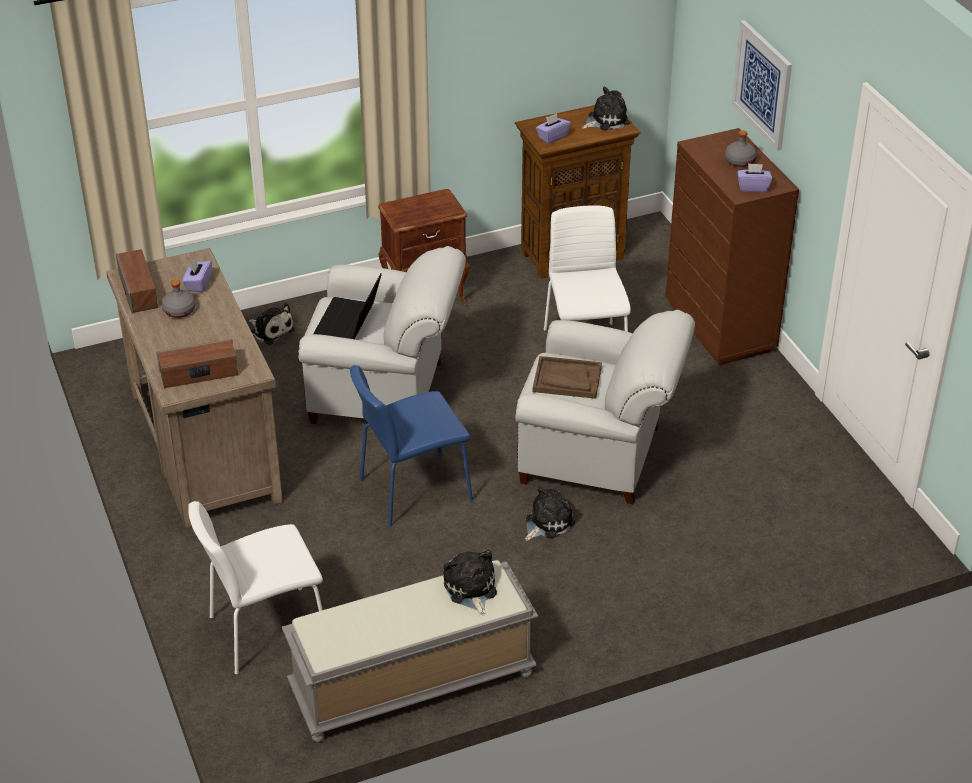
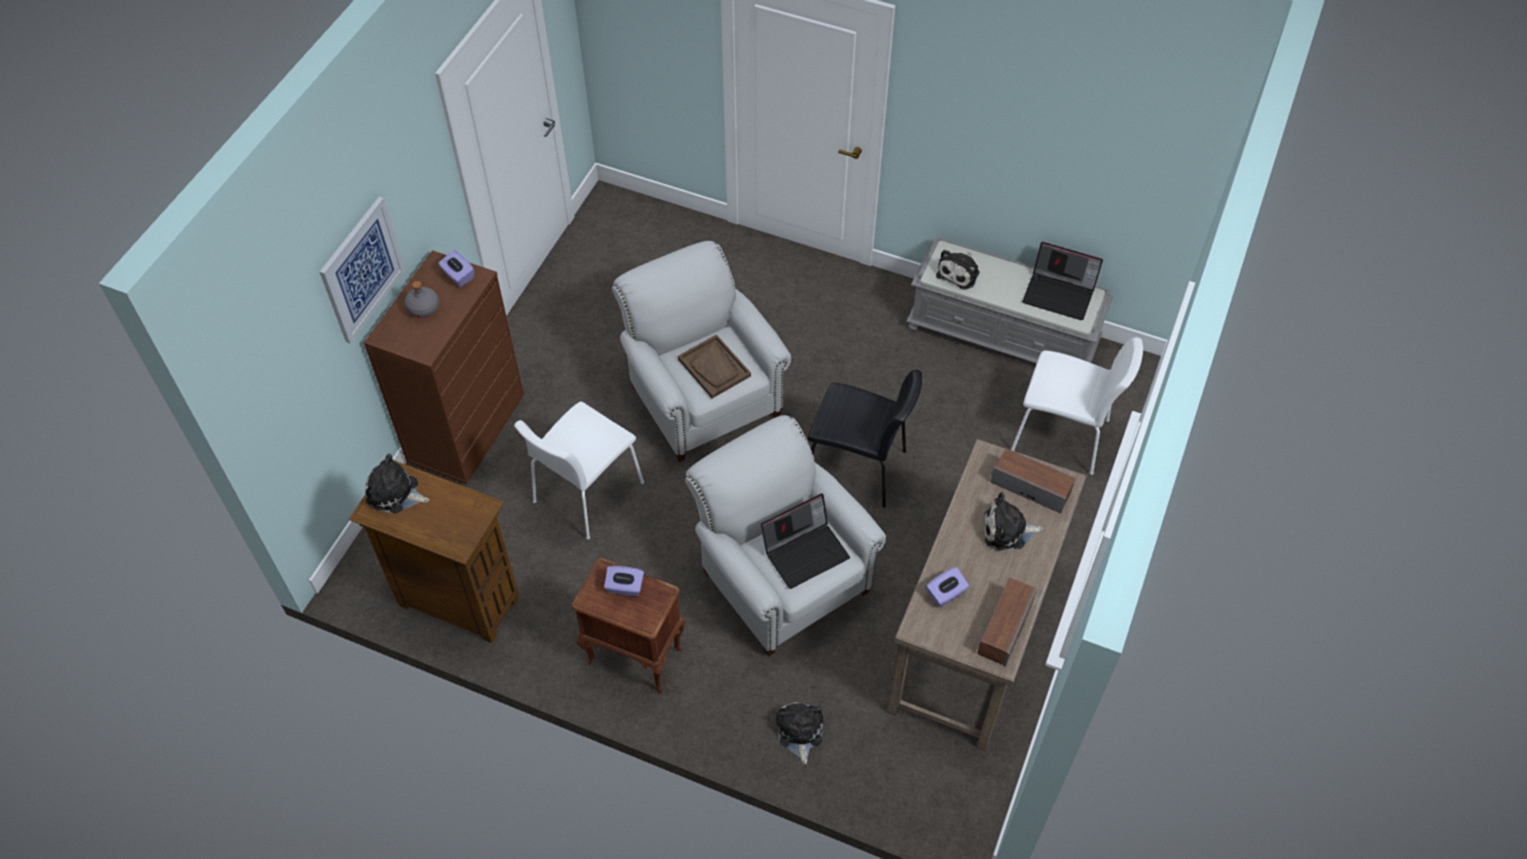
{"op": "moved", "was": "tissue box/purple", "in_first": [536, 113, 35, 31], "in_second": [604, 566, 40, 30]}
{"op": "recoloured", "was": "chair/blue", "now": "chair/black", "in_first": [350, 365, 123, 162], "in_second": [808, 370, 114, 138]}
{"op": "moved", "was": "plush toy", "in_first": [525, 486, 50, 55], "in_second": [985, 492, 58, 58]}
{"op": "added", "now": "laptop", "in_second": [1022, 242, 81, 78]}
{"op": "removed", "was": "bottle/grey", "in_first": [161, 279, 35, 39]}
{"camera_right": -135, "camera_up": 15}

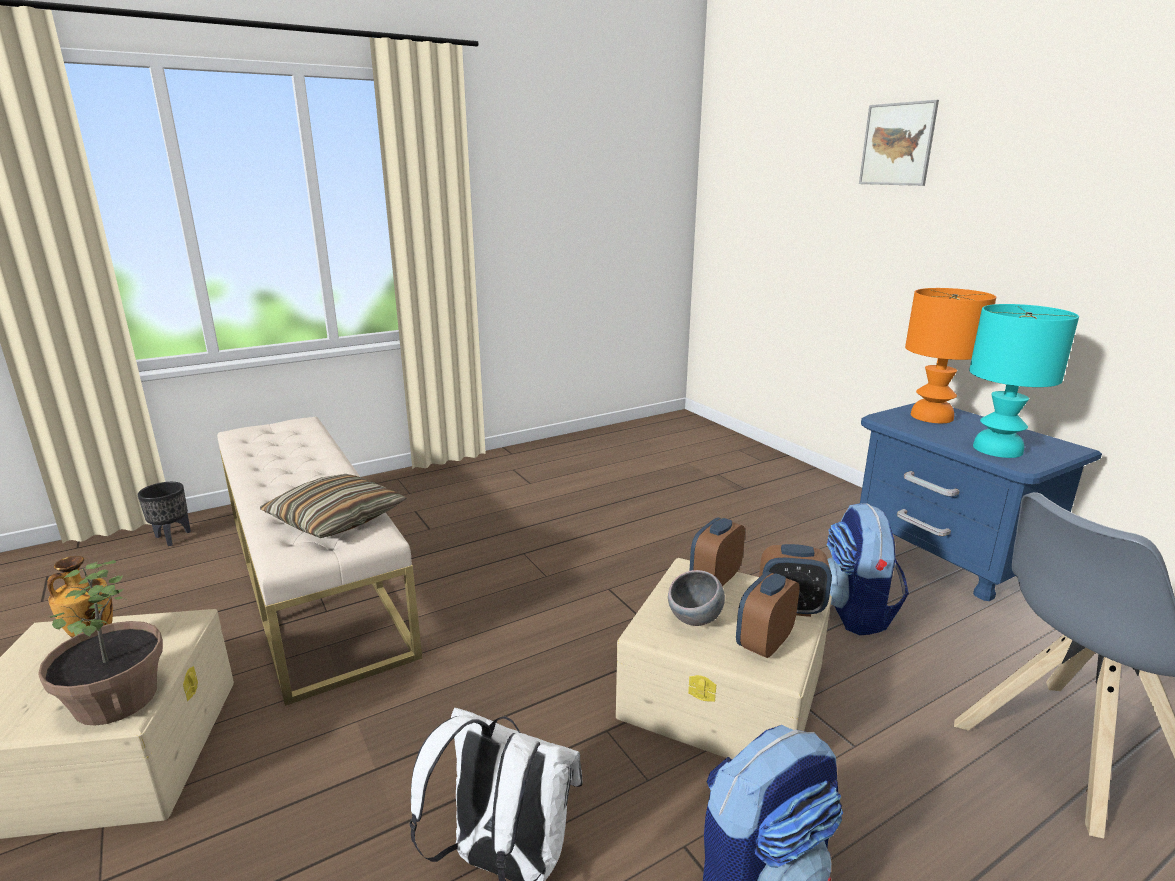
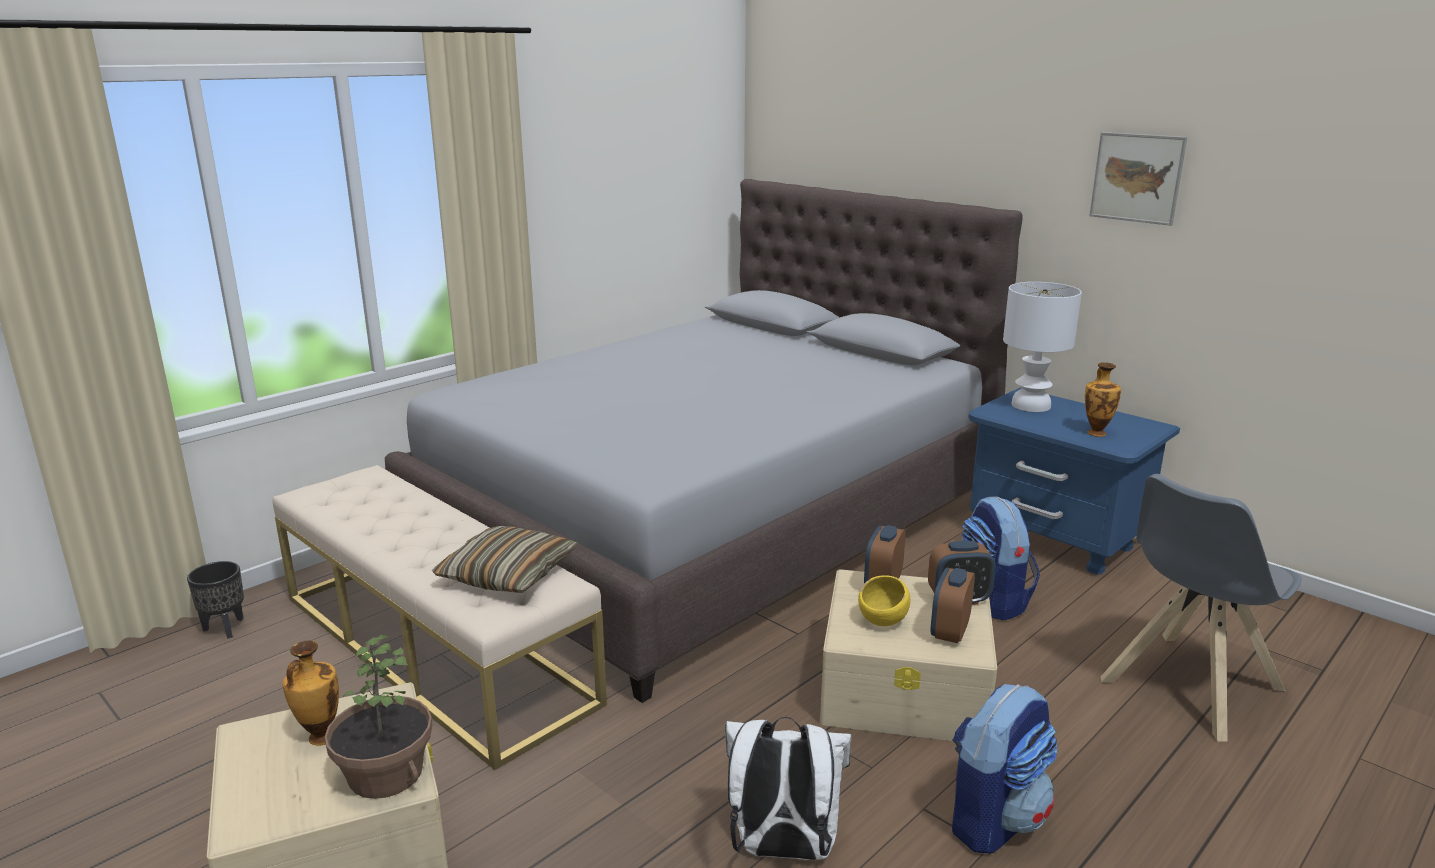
{"op": "added", "now": "bed/grey", "in_second": [385, 179, 638, 524]}
{"op": "recoloured", "was": "bowl/grey", "now": "bowl/yellow", "in_first": [668, 570, 57, 56], "in_second": [858, 575, 52, 51]}
{"op": "recoloured", "was": "table lamp/orange", "now": "table lamp/white", "in_first": [905, 288, 91, 135], "in_second": [1003, 282, 79, 130]}
{"op": "replaced", "was": "table lamp/turquoise", "now": "vase", "in_first": [969, 304, 110, 154], "in_second": [1085, 362, 36, 75]}
{"op": "moved", "was": "picture", "in_first": [859, 100, 80, 86], "in_second": [1090, 132, 97, 94]}
{"camera_right": -15, "camera_up": 0}

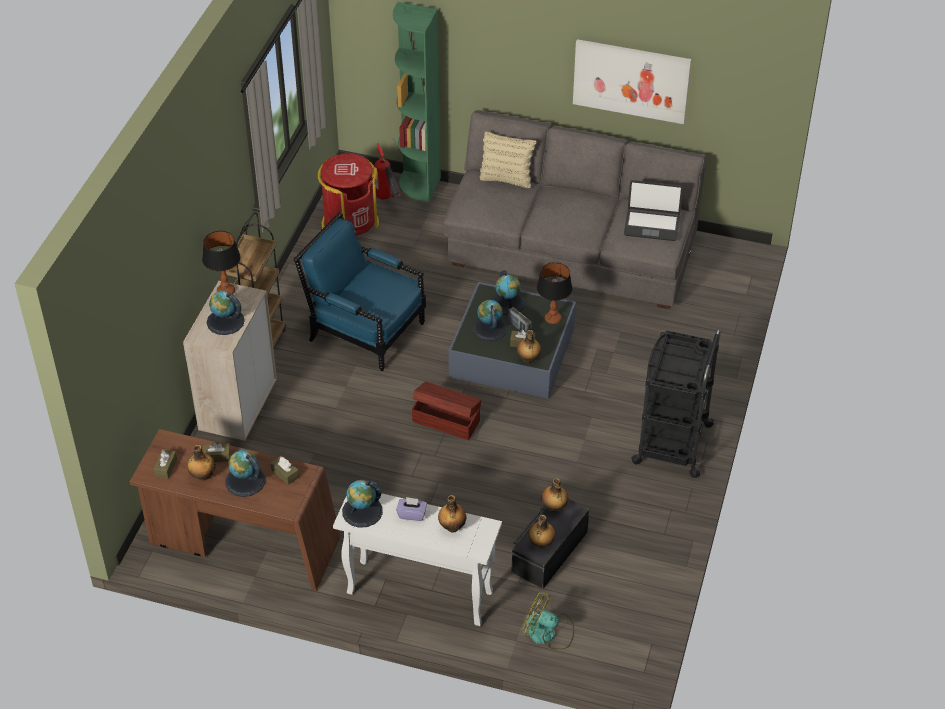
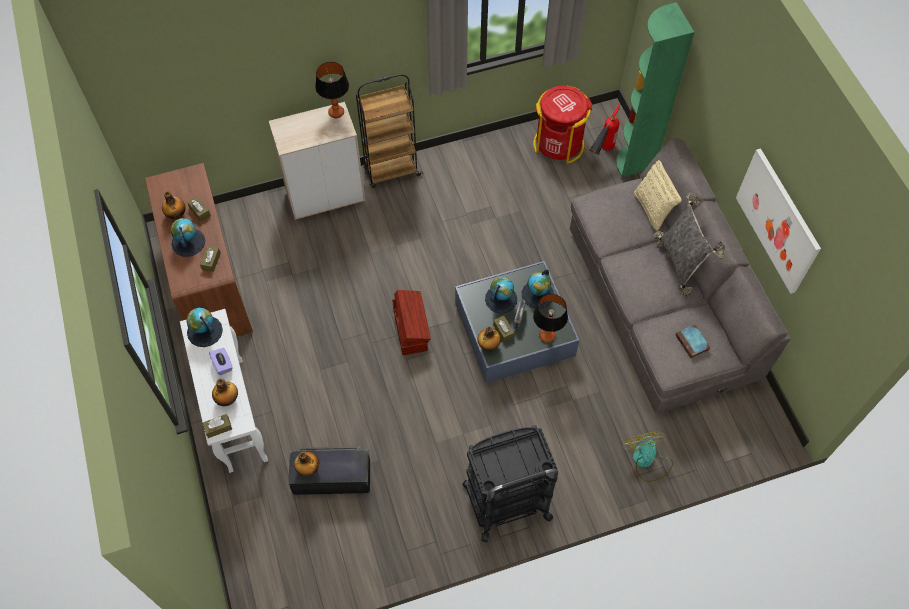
{"op": "moved", "was": "tissue box/brown", "in_first": [154, 449, 23, 30], "in_second": [202, 414, 30, 24]}
{"op": "moved", "was": "fan", "in_first": [521, 591, 53, 59], "in_second": [623, 431, 50, 51]}
{"op": "added", "now": "pillow", "in_second": [653, 193, 72, 104]}
{"op": "replaced", "was": "laptop", "now": "book", "in_first": [624, 180, 59, 61], "in_second": [676, 324, 35, 34]}
{"op": "removed", "was": "globe", "in_first": [207, 290, 38, 45]}
{"op": "removed", "was": "armchair/blue", "in_first": [294, 212, 132, 159]}
{"op": "removed", "was": "bottle", "in_first": [542, 478, 26, 34]}
{"camera_right": 55, "camera_up": 15}

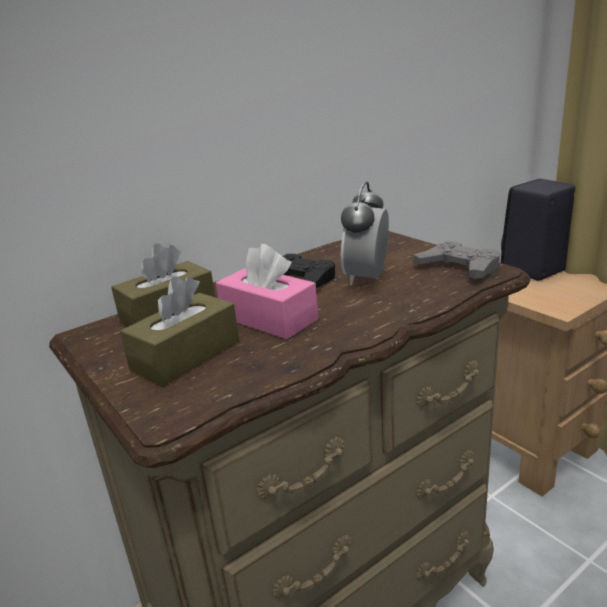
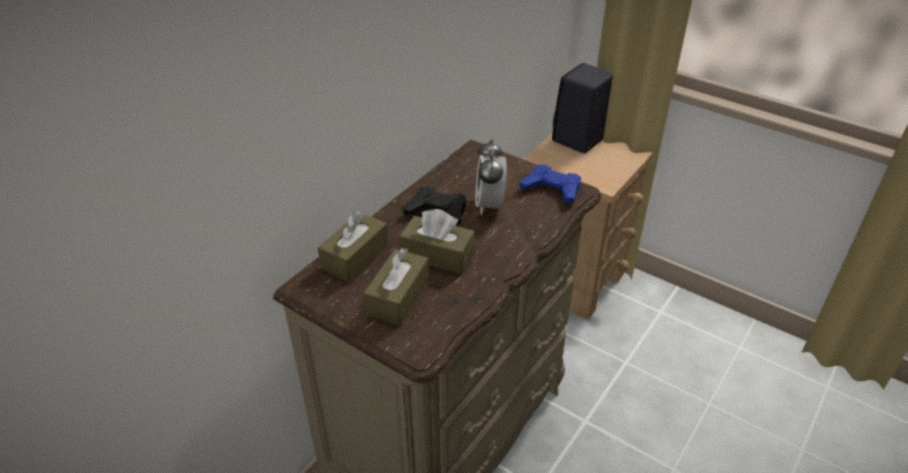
{"op": "recoloured", "was": "tissue box/pink", "now": "tissue box/brown", "in_first": [216, 244, 102, 95], "in_second": [399, 209, 76, 65]}
{"op": "recoloured", "was": "game controller/grey", "now": "game controller/blue", "in_first": [413, 241, 87, 38], "in_second": [519, 165, 62, 39]}
{"camera_right": -20, "camera_up": 15}

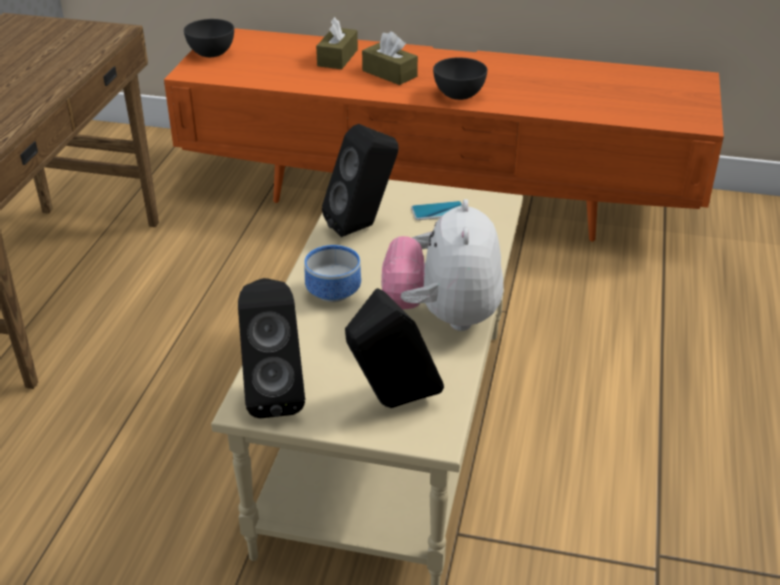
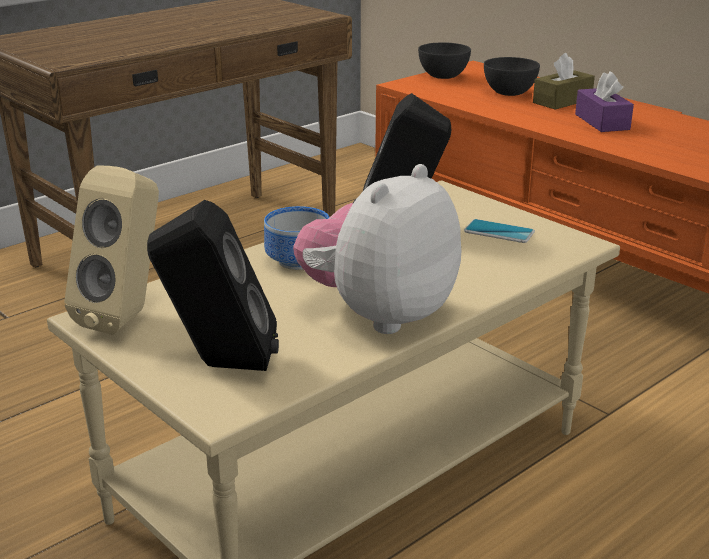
{"op": "recoloured", "was": "speaker/black", "now": "speaker/beige", "in_first": [238, 278, 67, 140], "in_second": [65, 165, 94, 170]}
{"op": "moved", "was": "bowl/grey", "in_first": [433, 58, 54, 42], "in_second": [484, 57, 56, 39]}
{"op": "recoloured", "was": "tissue box/brown", "now": "tissue box/purple", "in_first": [362, 31, 56, 54], "in_second": [575, 71, 59, 61]}
{"camera_right": 35, "camera_up": -10}

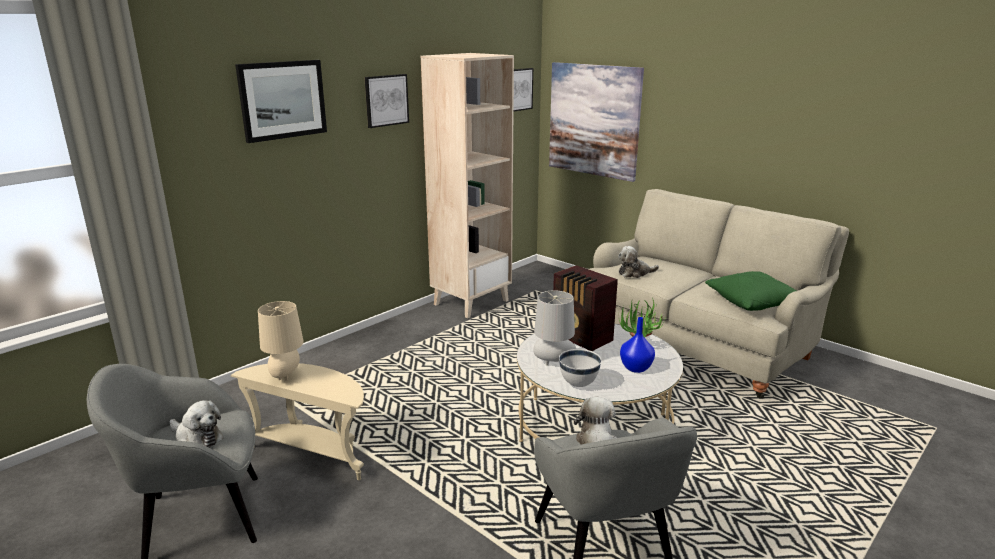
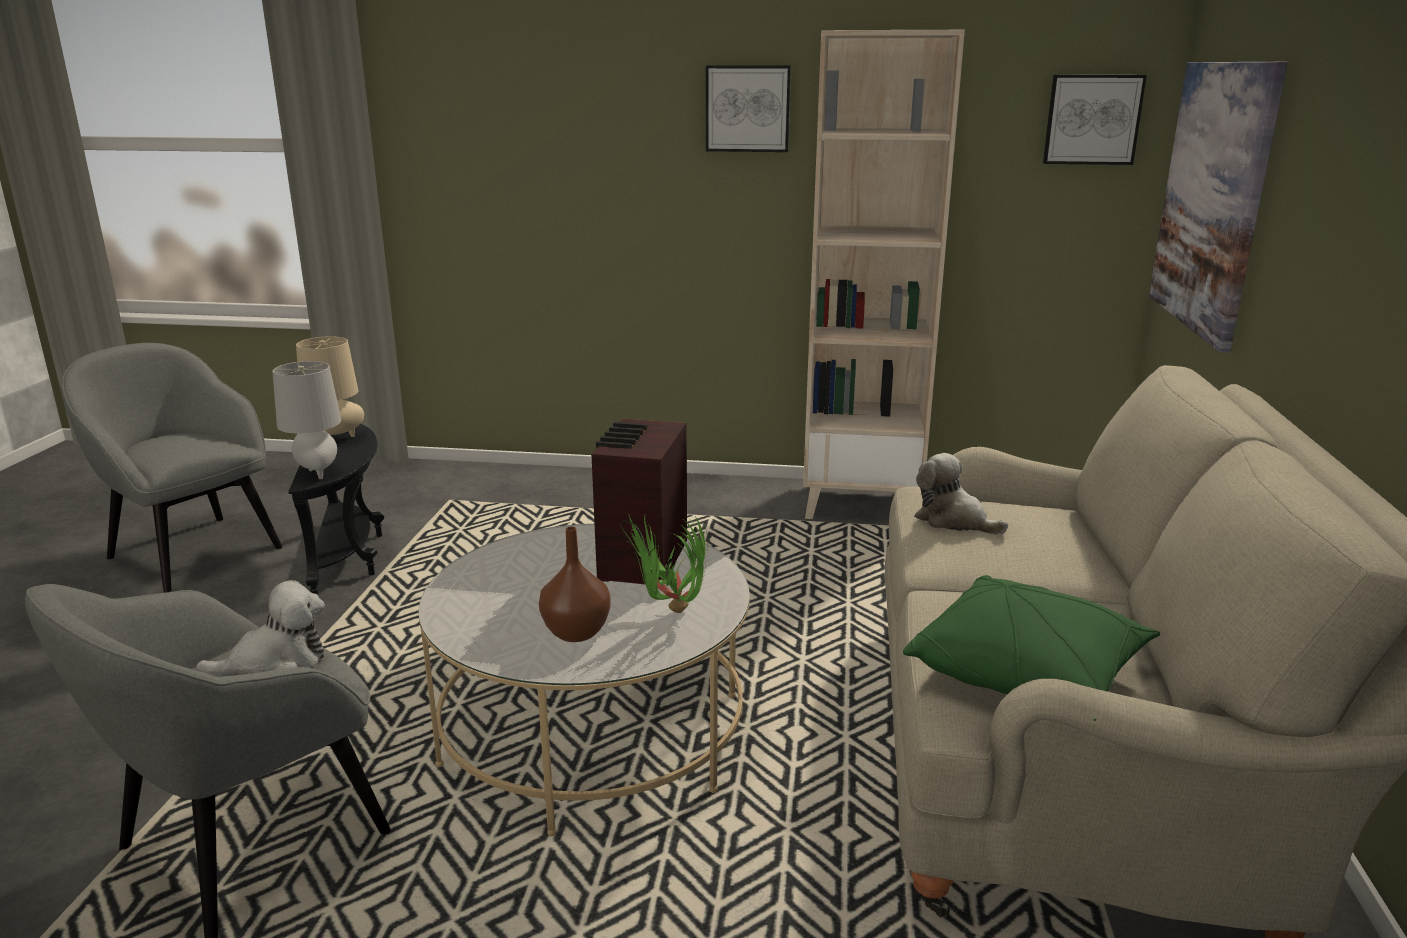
{"op": "moved", "was": "table lamp/grey", "in_first": [533, 290, 43, 75], "in_second": [272, 361, 69, 118]}
{"op": "recoloured", "was": "side table/beige", "now": "side table/black", "in_first": [231, 363, 133, 117], "in_second": [288, 424, 96, 170]}
{"op": "recoloured", "was": "vase/blue", "now": "vase/brown", "in_first": [620, 317, 35, 56], "in_second": [539, 526, 72, 116]}
{"op": "removed", "was": "plush toy", "in_first": [170, 400, 54, 48]}
{"op": "removed", "was": "picture", "in_first": [235, 60, 92, 83]}
{"op": "removed", "was": "bowl/white", "in_first": [559, 349, 42, 38]}
{"camera_right": 55, "camera_up": 0}

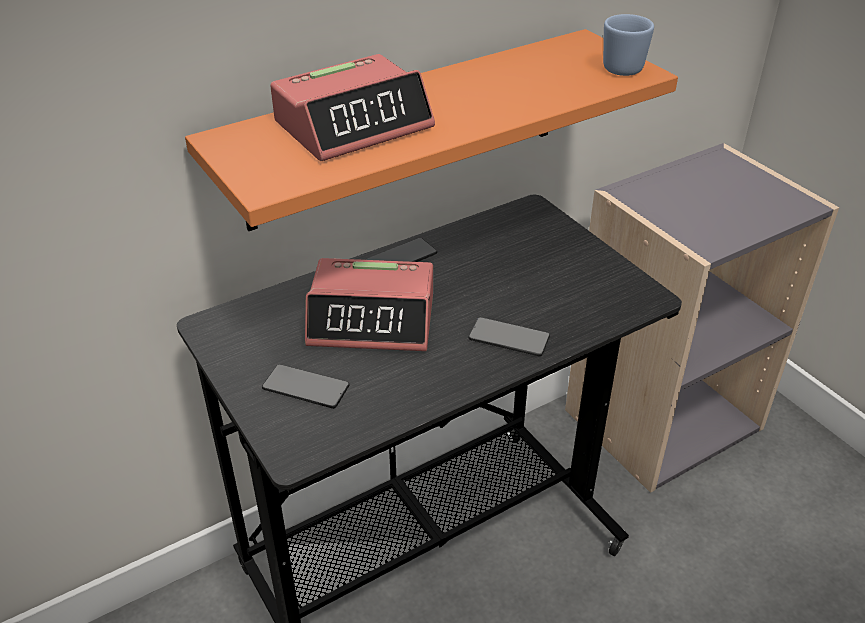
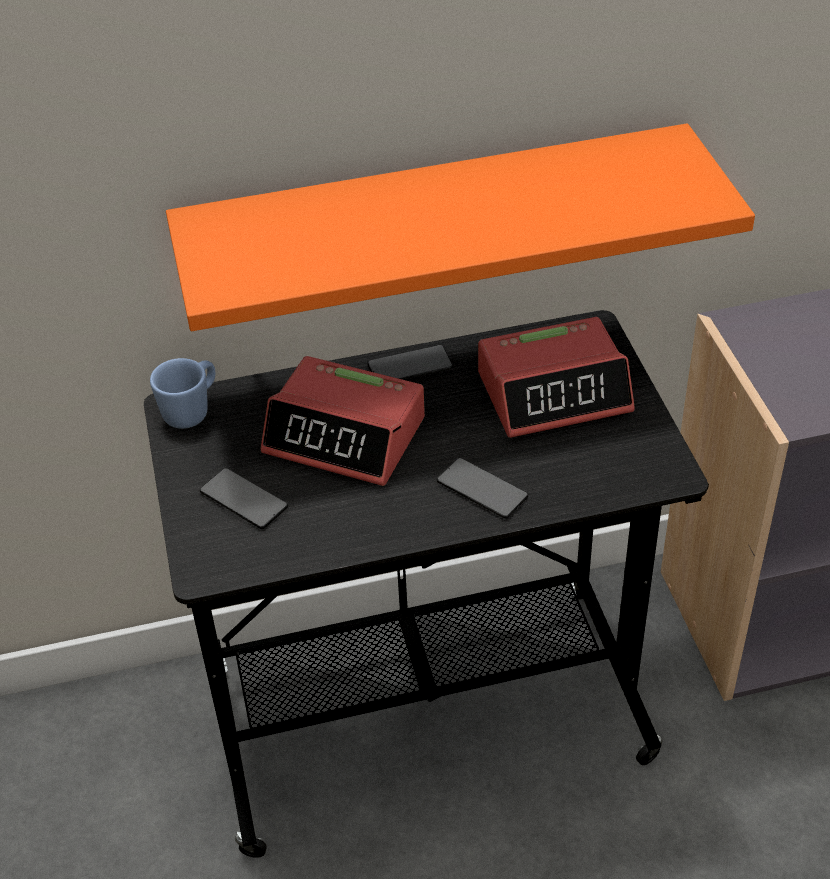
{"op": "moved", "was": "mug/blue", "in_first": [603, 14, 51, 62], "in_second": [150, 358, 65, 71]}
{"op": "moved", "was": "alarm clock", "in_first": [270, 54, 165, 107], "in_second": [478, 317, 157, 121]}
{"camera_right": 20, "camera_up": 5}

